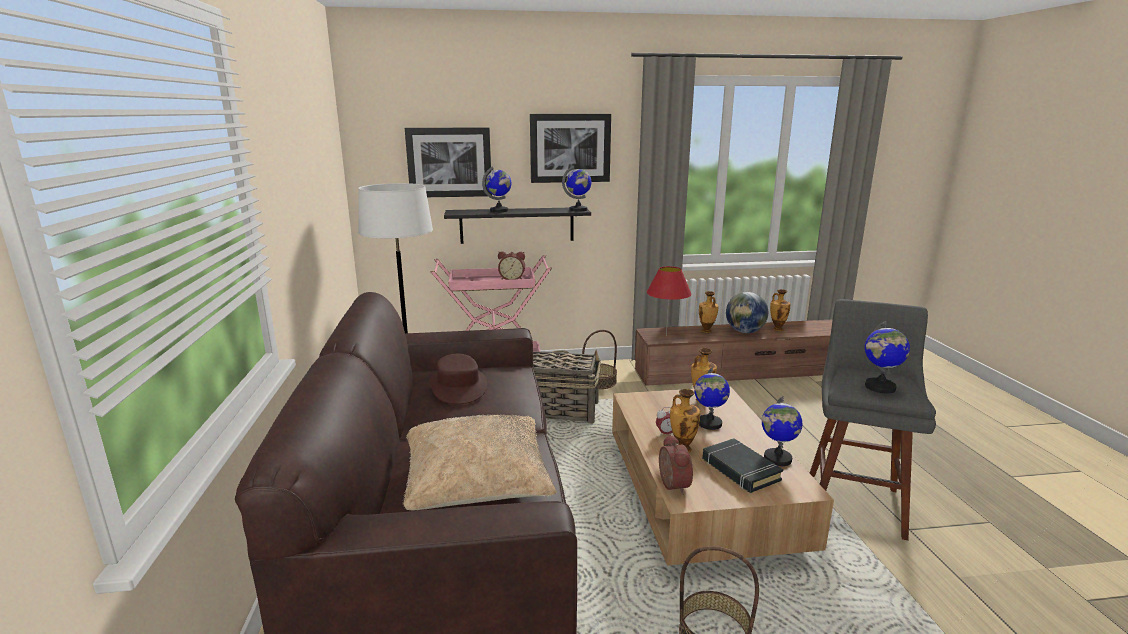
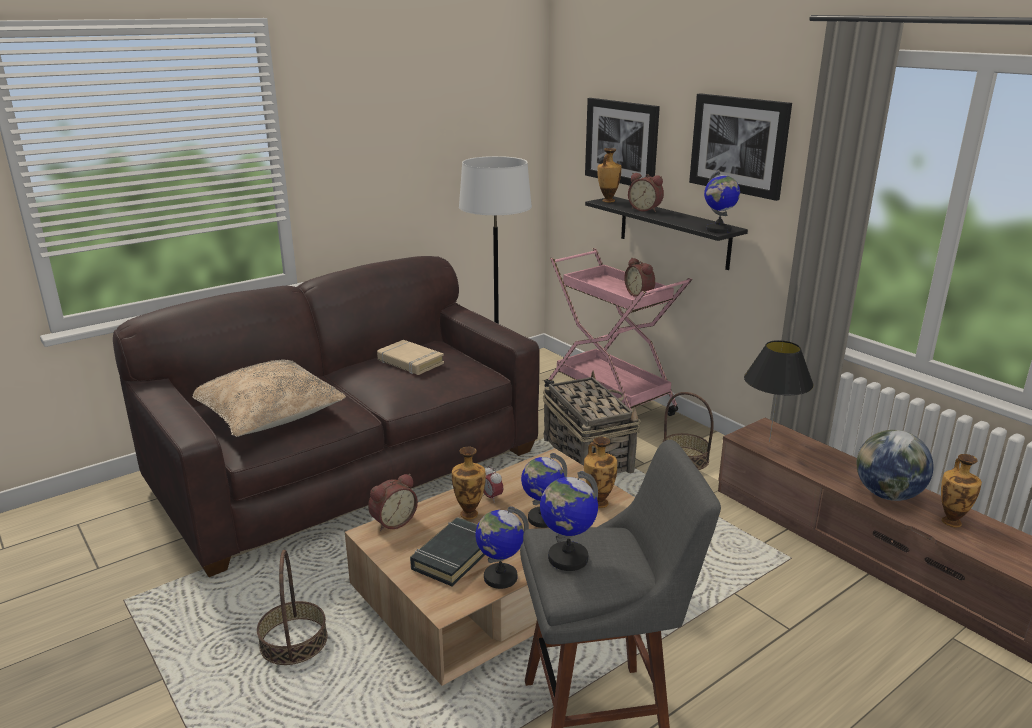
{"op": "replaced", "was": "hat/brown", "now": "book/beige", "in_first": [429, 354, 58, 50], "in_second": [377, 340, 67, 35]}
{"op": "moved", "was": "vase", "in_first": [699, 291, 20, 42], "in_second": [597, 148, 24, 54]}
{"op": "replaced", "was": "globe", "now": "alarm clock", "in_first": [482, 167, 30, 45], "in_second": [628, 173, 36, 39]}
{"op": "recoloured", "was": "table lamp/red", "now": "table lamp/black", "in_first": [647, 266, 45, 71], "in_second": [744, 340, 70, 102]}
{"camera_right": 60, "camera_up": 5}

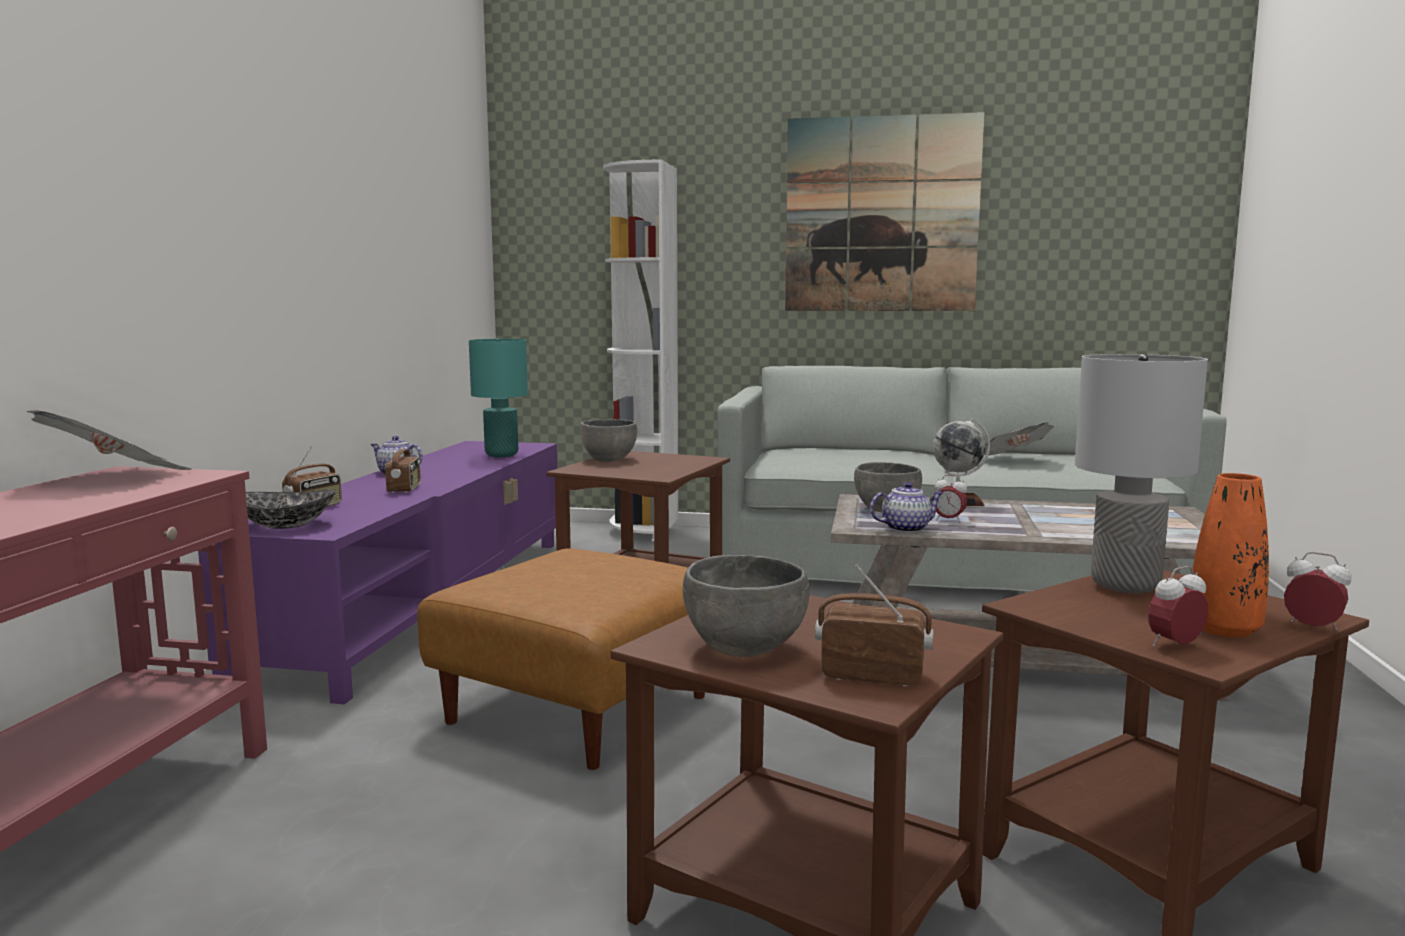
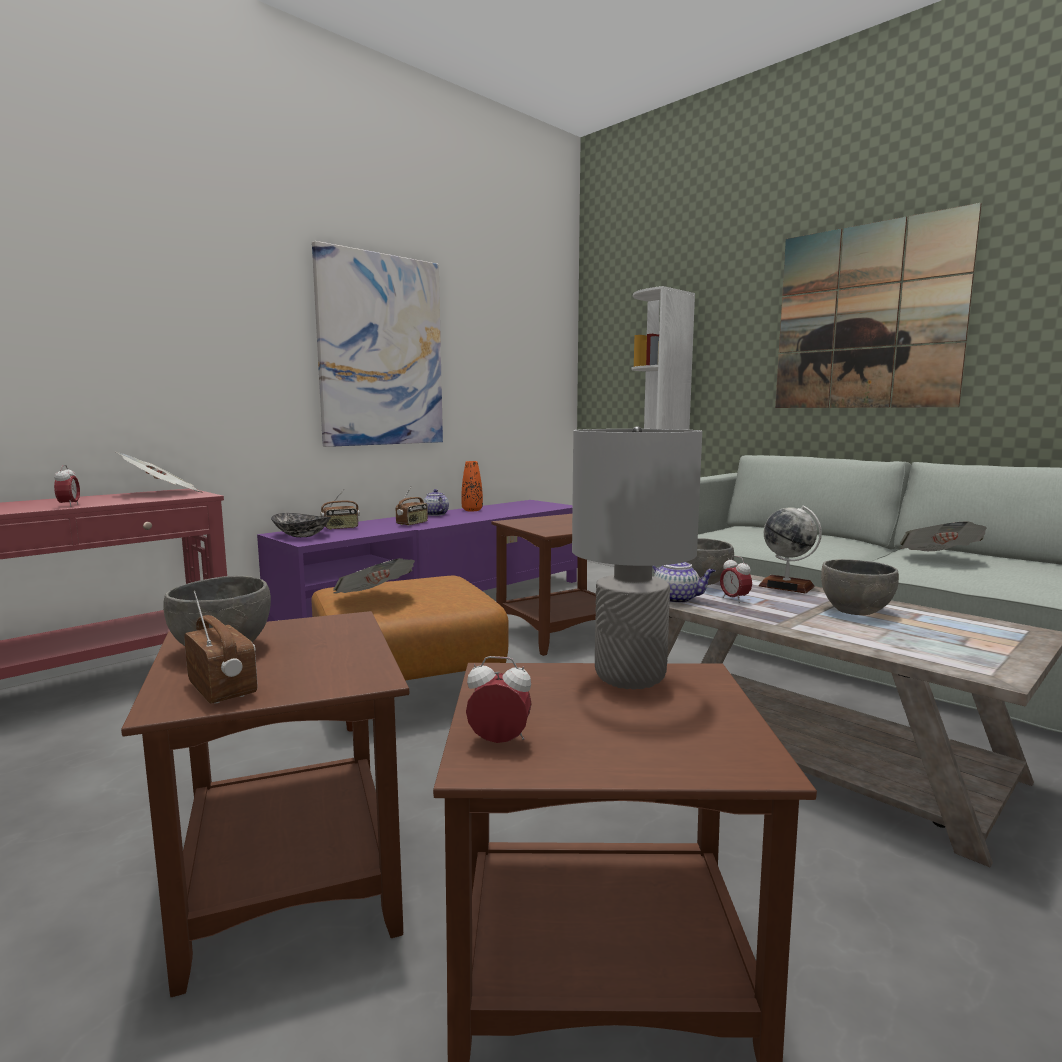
{"op": "moved", "was": "alarm clock", "in_first": [1284, 552, 68, 78], "in_second": [54, 465, 26, 42]}
{"op": "added", "now": "picture", "in_second": [312, 241, 131, 206]}
{"op": "added", "now": "newspaper", "in_second": [333, 558, 82, 36]}
{"op": "moved", "was": "vase/orange", "in_first": [1193, 473, 76, 165], "in_second": [461, 461, 22, 50]}
{"op": "moved", "was": "bowl/grey", "in_first": [580, 419, 57, 43], "in_second": [821, 559, 78, 56]}
{"op": "removed", "was": "table lamp/turquoise", "in_first": [469, 338, 59, 119]}
{"camera_right": 35, "camera_up": 0}

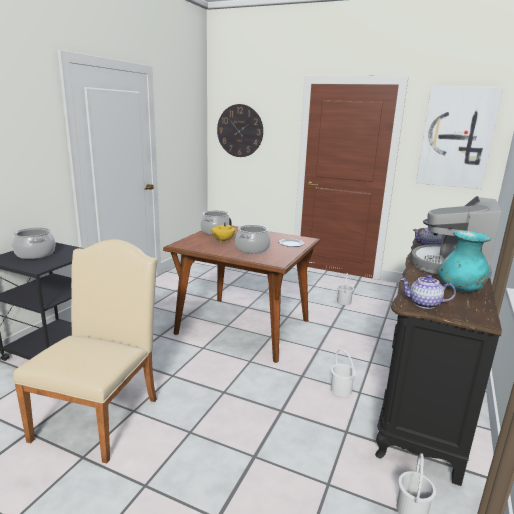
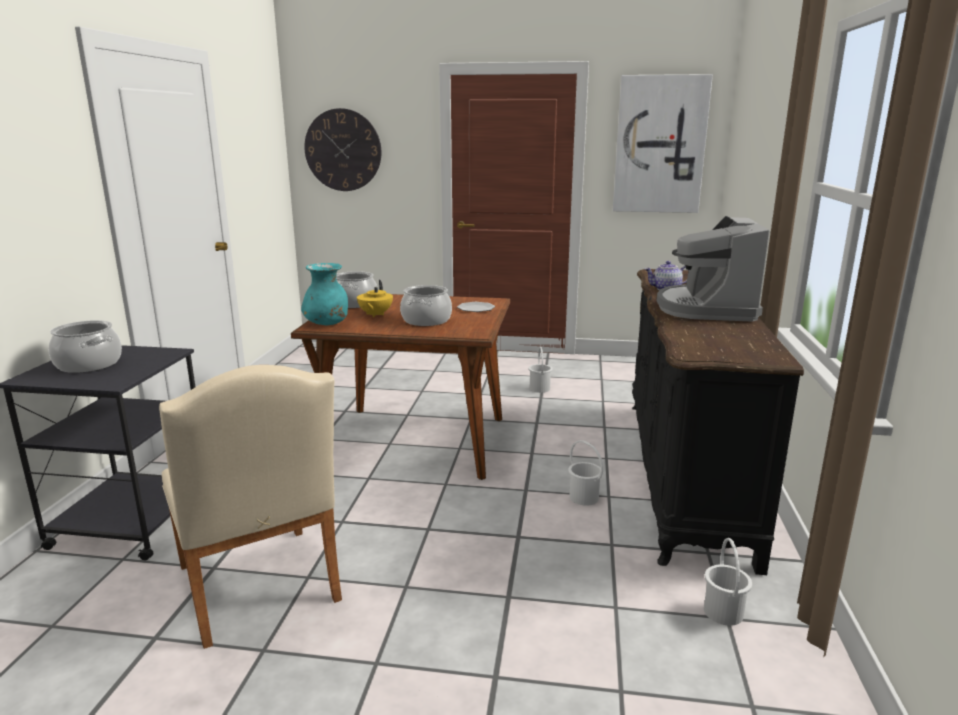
{"op": "turned", "was": "chair/beige", "in_first": [13, 239, 145, 225], "in_second": [159, 365, 183, 284], "clockwise": 150}
{"op": "moved", "was": "vase/turquoise", "in_first": [438, 231, 53, 61], "in_second": [301, 263, 47, 62]}
{"op": "removed", "was": "teapot", "in_first": [400, 275, 56, 34]}
{"camera_right": -15, "camera_up": 0}

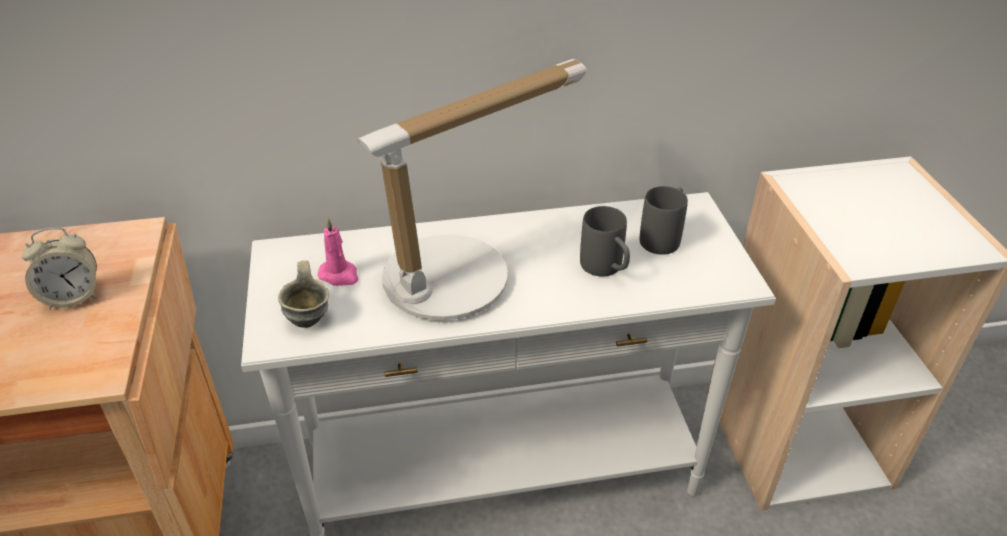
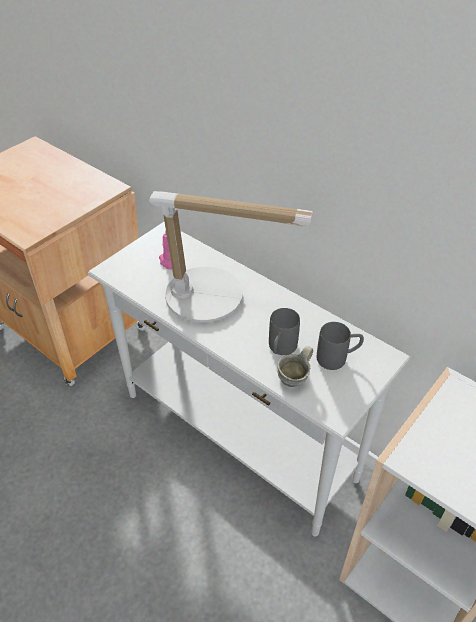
{"op": "moved", "was": "mug/grey", "in_first": [278, 261, 51, 67], "in_second": [277, 346, 36, 41]}
{"op": "removed", "was": "alarm clock", "in_first": [22, 228, 75, 81]}
{"camera_right": 50, "camera_up": 5}

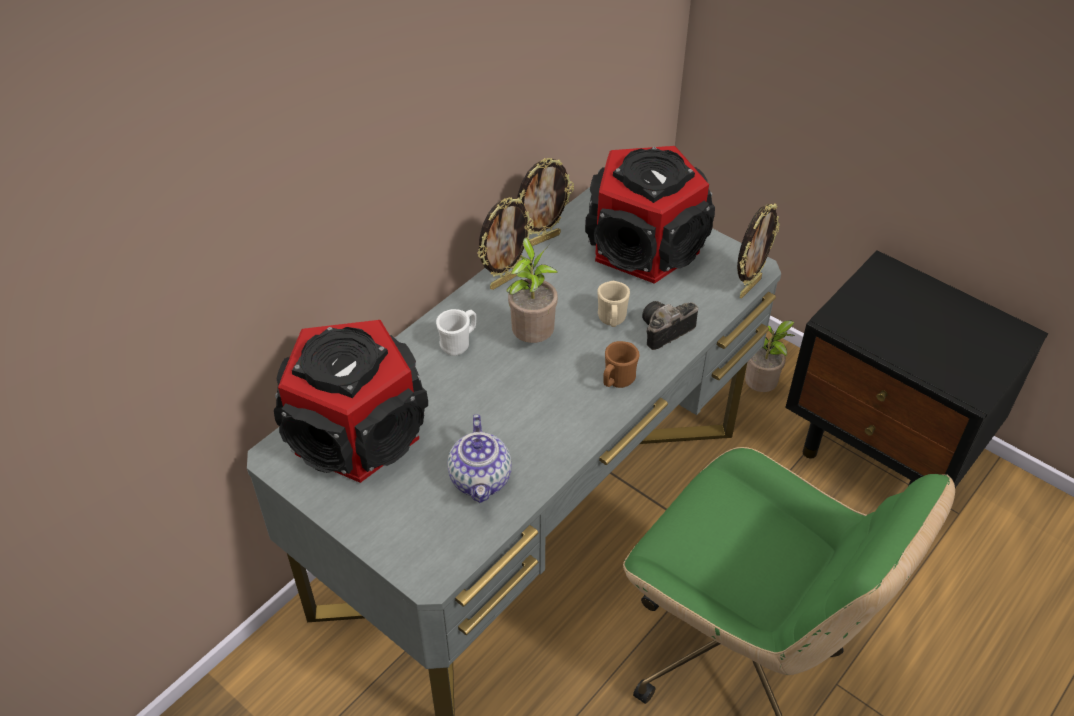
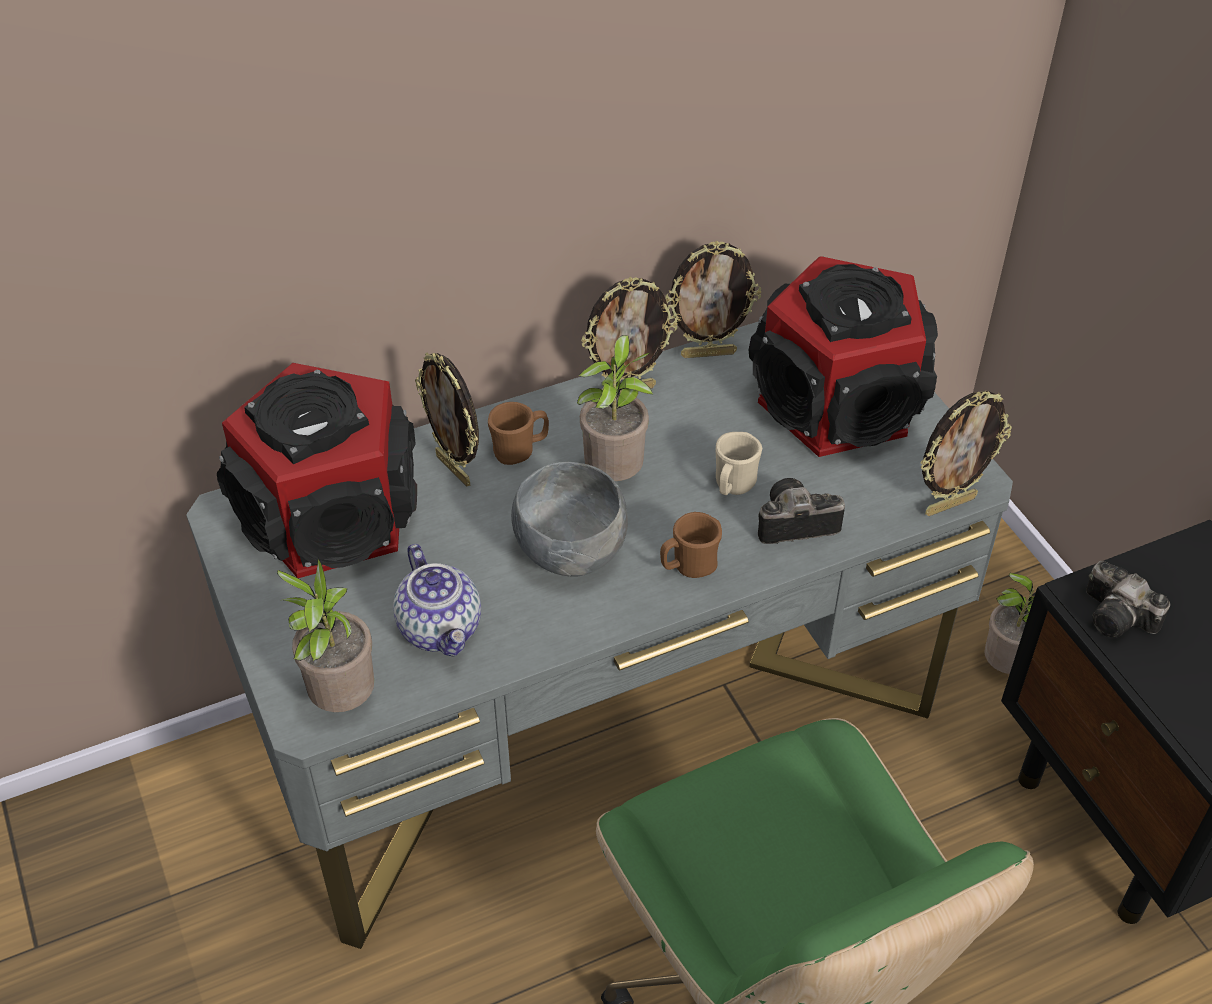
{"op": "added", "now": "potted plant", "in_second": [277, 559, 97, 153]}
{"op": "turned", "was": "teapot", "in_first": [448, 414, 64, 89], "in_second": [393, 544, 88, 113], "clockwise": -45}
{"op": "added", "now": "picture frame", "in_second": [415, 352, 64, 134]}
{"op": "recoloured", "was": "mug/white", "now": "mug/brown", "in_first": [436, 309, 40, 47], "in_second": [488, 402, 61, 63]}
{"op": "added", "now": "bowl/grey", "in_second": [511, 462, 117, 115]}
{"op": "added", "now": "photo camera", "in_second": [1086, 561, 84, 77]}
{"camera_right": 25, "camera_up": 0}

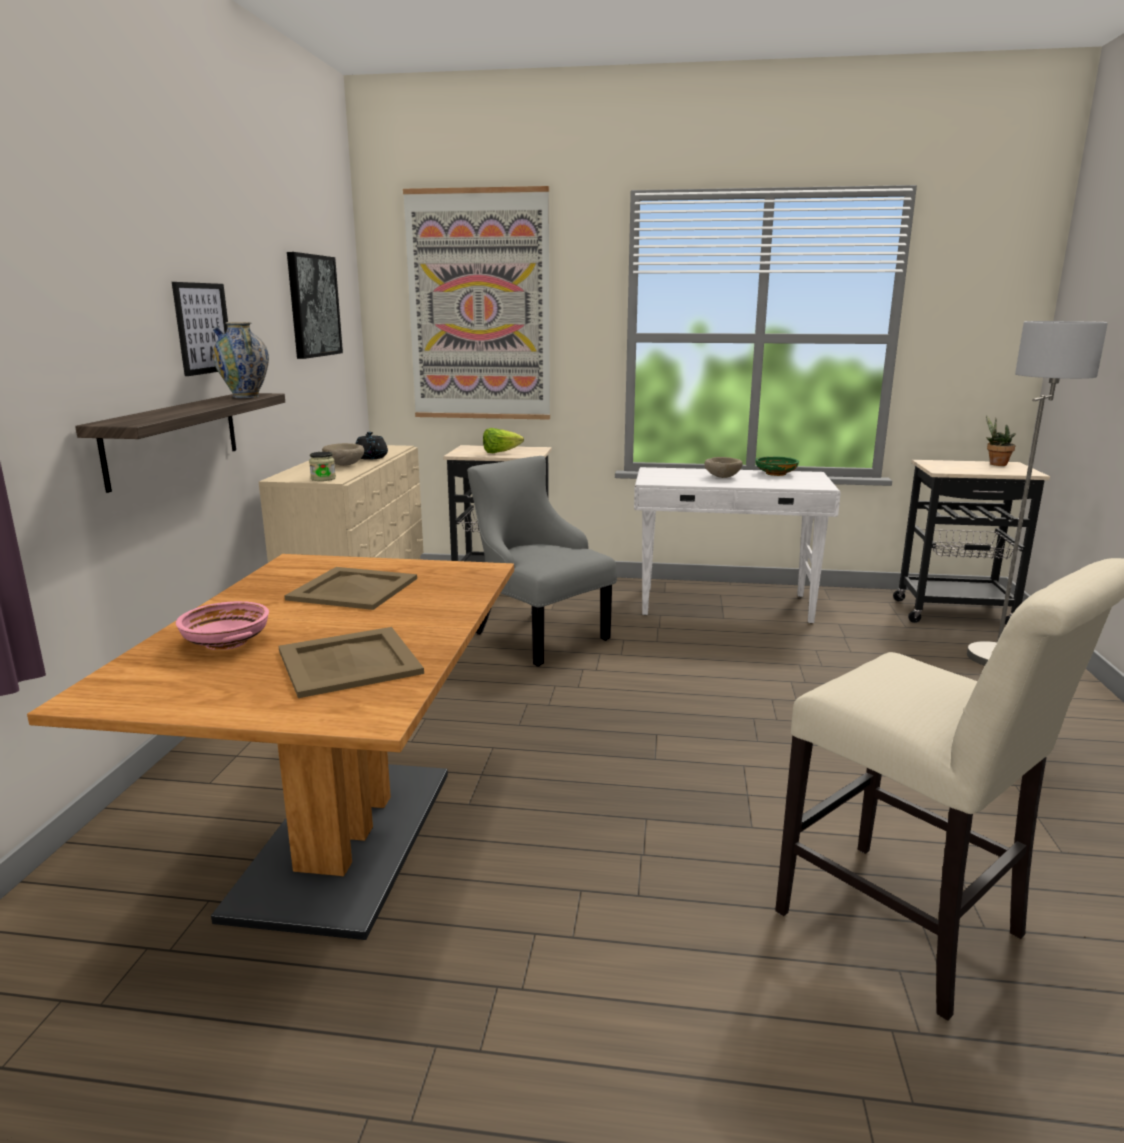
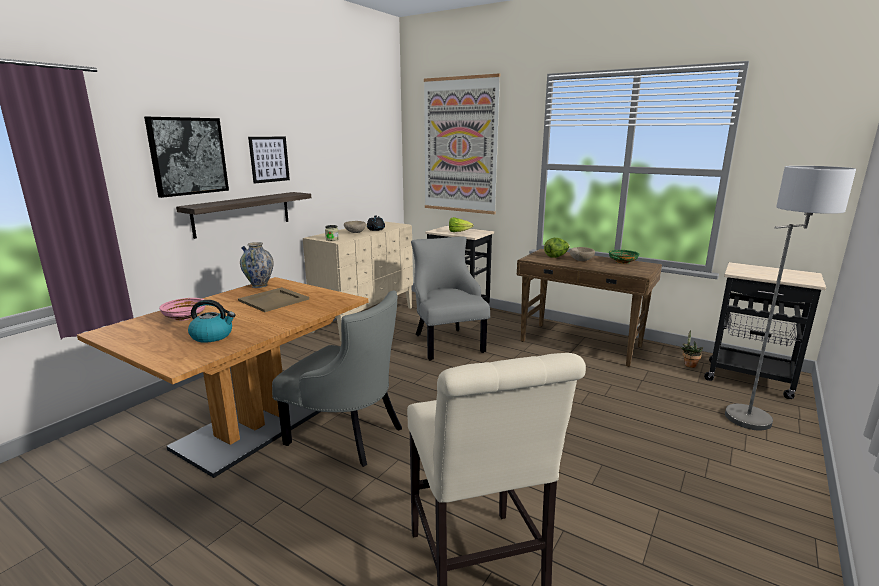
{"op": "moved", "was": "picture", "in_first": [287, 252, 56, 107], "in_second": [144, 117, 85, 81]}
{"op": "replaced", "was": "tray/beige", "now": "kettle", "in_first": [278, 627, 146, 71], "in_second": [188, 300, 47, 43]}
{"op": "moved", "was": "vase", "in_first": [212, 322, 57, 76], "in_second": [240, 242, 34, 46]}
{"op": "added", "now": "chair/grey", "in_second": [272, 291, 130, 176]}
{"op": "recoloured", "was": "console table/white", "now": "console table/brown", "in_first": [634, 467, 207, 157], "in_second": [517, 249, 145, 118]}
{"op": "added", "now": "lettuce", "in_second": [544, 238, 26, 20]}
{"op": "moved", "was": "potted plant", "in_first": [986, 415, 30, 51], "in_second": [680, 330, 24, 38]}
{"camera_right": 25, "camera_up": 0}

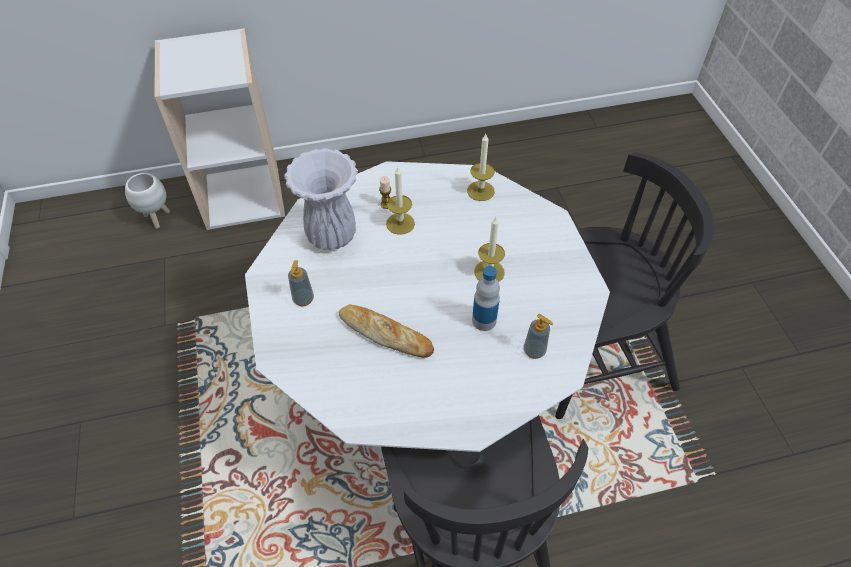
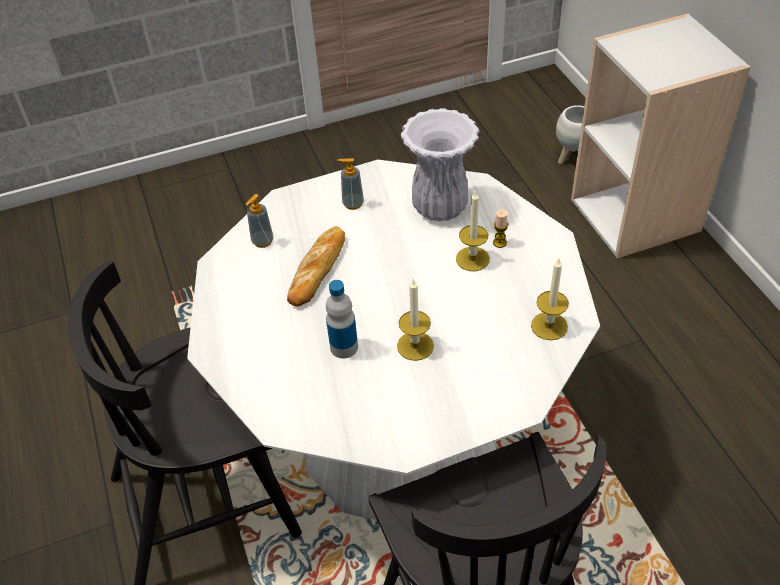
{"op": "moved", "was": "soap dispenser", "in_first": [524, 314, 29, 45], "in_second": [246, 194, 28, 54]}
{"camera_right": 85, "camera_up": -5}

